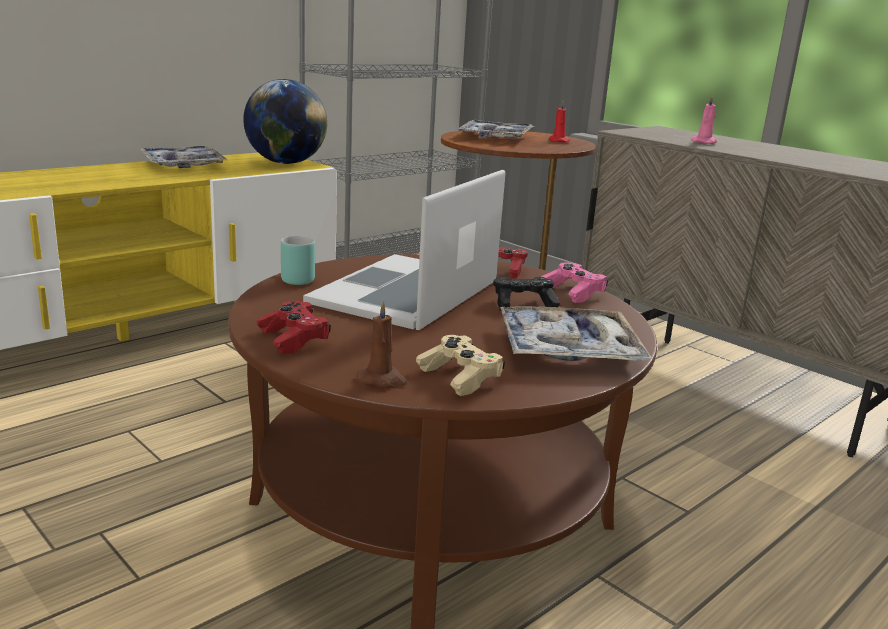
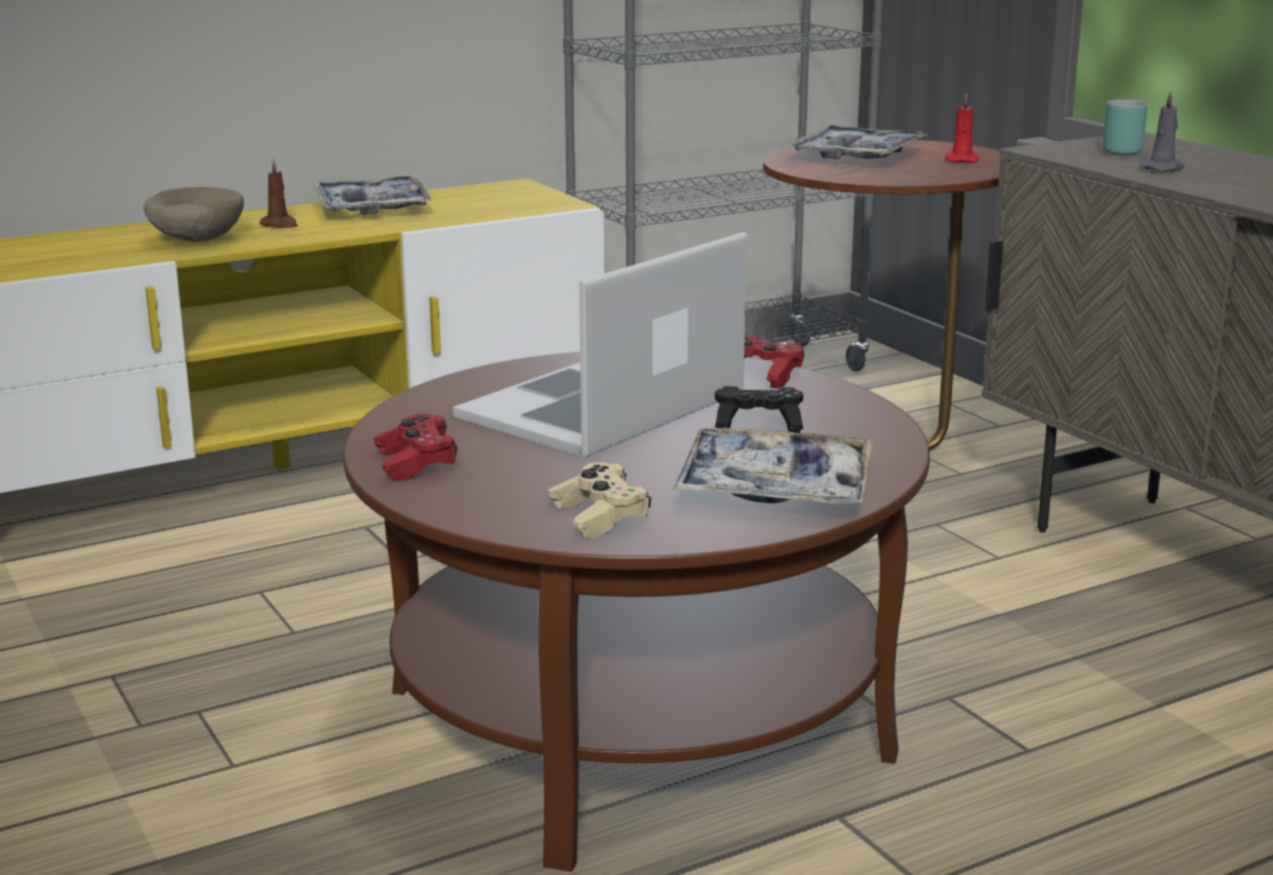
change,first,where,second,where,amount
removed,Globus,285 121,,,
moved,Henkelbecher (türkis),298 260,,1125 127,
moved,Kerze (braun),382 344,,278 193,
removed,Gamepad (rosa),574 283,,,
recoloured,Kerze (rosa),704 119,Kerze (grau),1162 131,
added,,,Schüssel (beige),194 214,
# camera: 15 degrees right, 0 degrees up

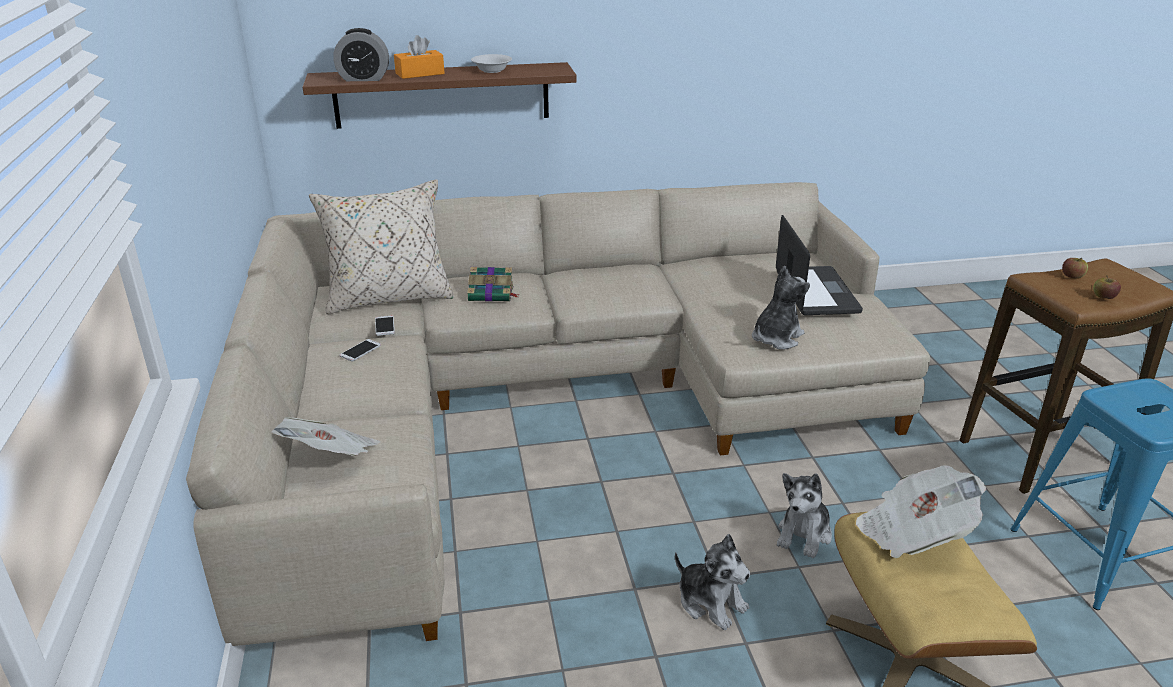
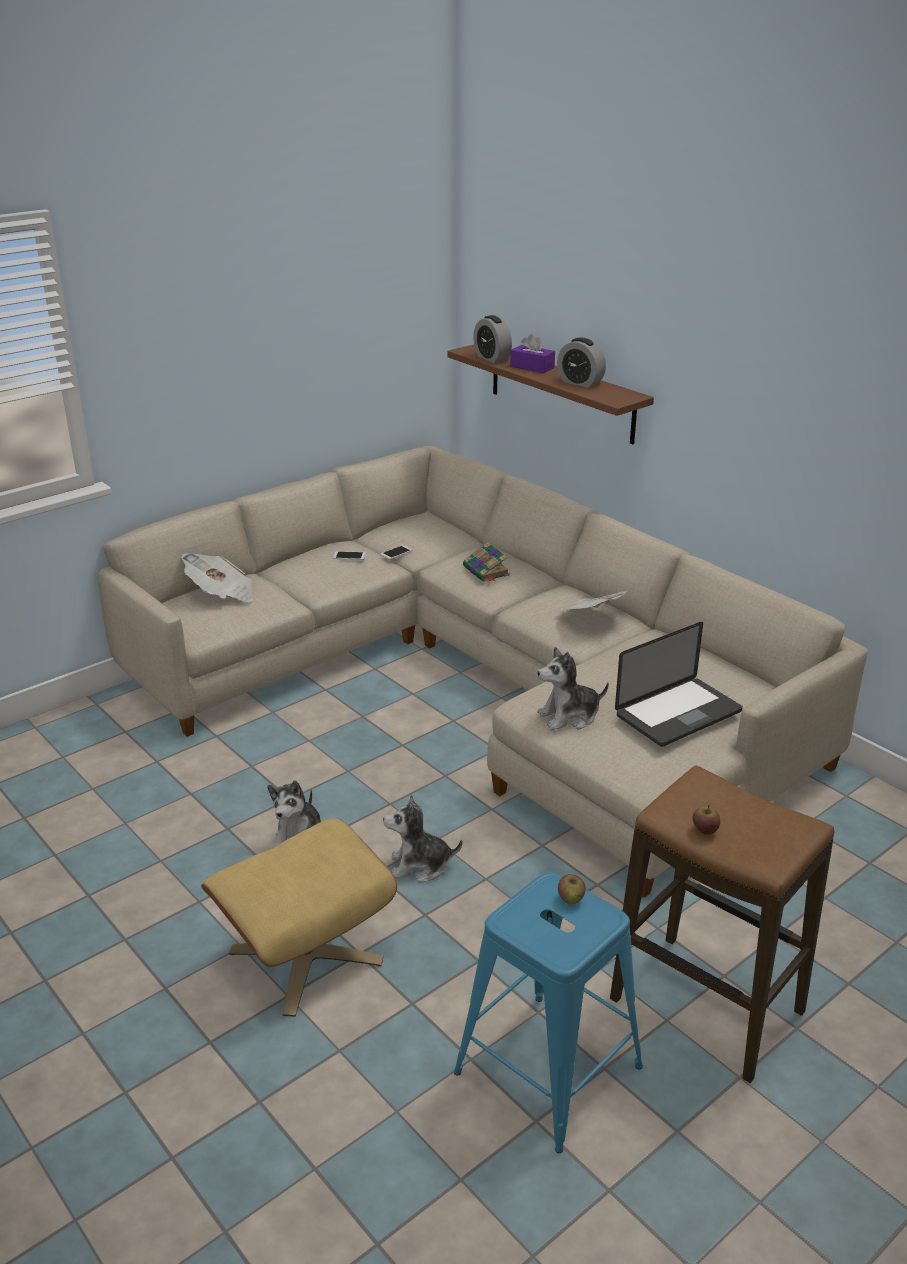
change,first,where,second,where,amount
removed,Kissen (beige),381 247,,,
recoloured,Taschentuchbox (orange),419 57,Taschentuchbox (lila),532 353,
replaced,Schüssel (weiß),491 63,Wecker,581 362,
turned,Plüschtier,781 307,,573 688,150 degrees clockwise
moved,Zeitung,921 511,,593 601,
moved,Apfel,1075 268,,572 889,
# camera: 60 degrees right, 0 degrees up

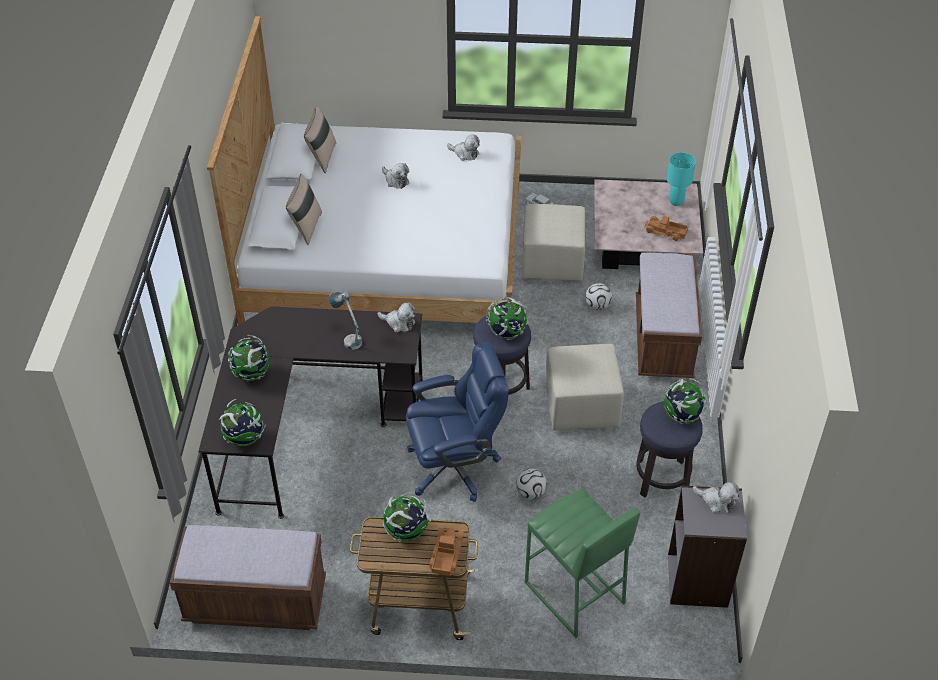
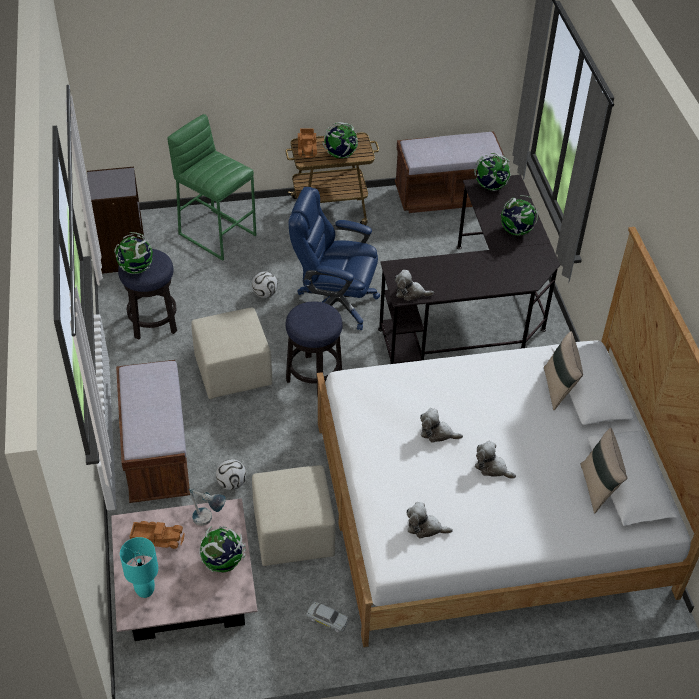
change,first,where,second,where,amount
moved,Tischlampe,345 321,,207 507,
turned,Bürostuhl (blau),457 422,,334 258,45 degrees clockwise
moved,Globus,507 318,,222 549,
moved,Plüschtier,716 497,,441 425,
# camera: 165 degrees right, 0 degrees up

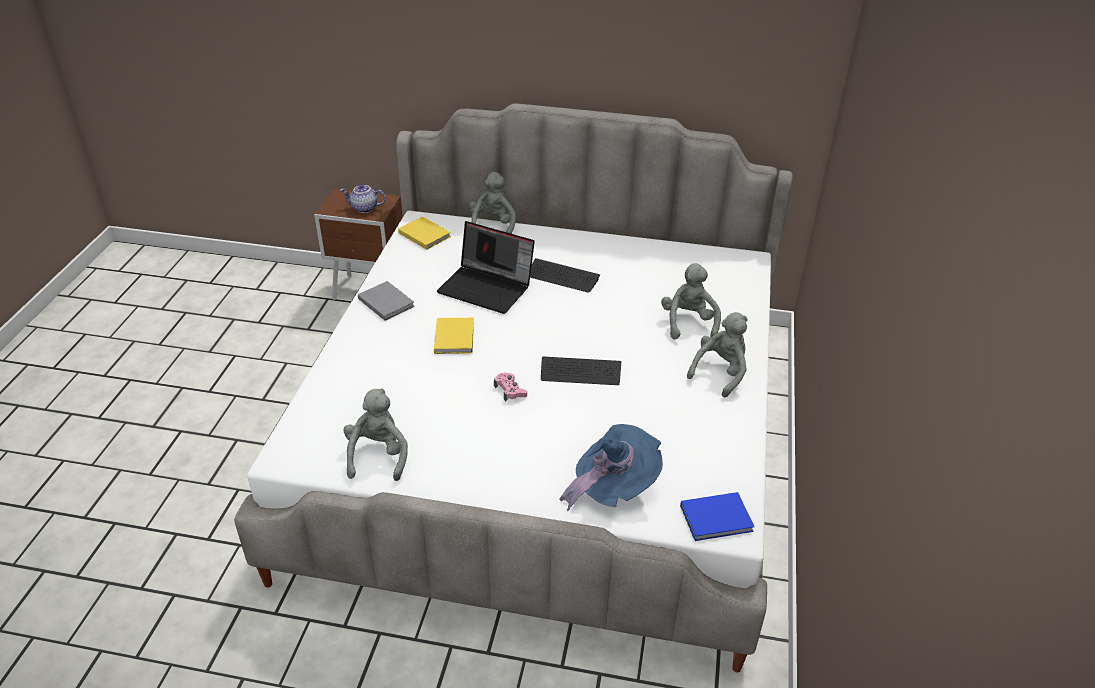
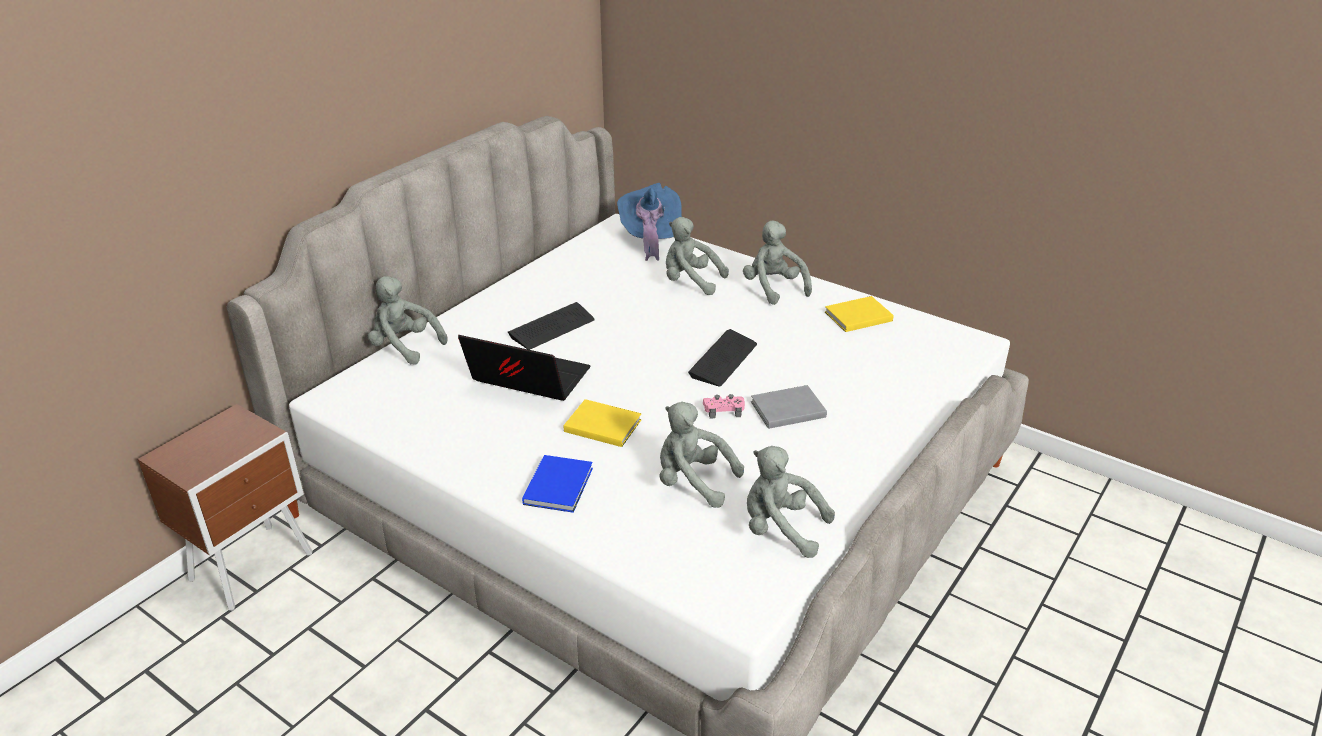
change,first,where,second,where,amount
removed,Teekanne,363 198,,,
moved,Buch (grau),386 301,,789 407,
moved,Buch (gelb),424 233,,859 314,
turned,Laptop,486 267,,524 368,120 degrees counterclockwise
moved,Hut (blau),611 467,,649 222,
moved,Buch (blau),717 516,,557 484,
added,,,Plüschtier (grau),701 455,
# camera: 65 degrees left, 5 degrees down

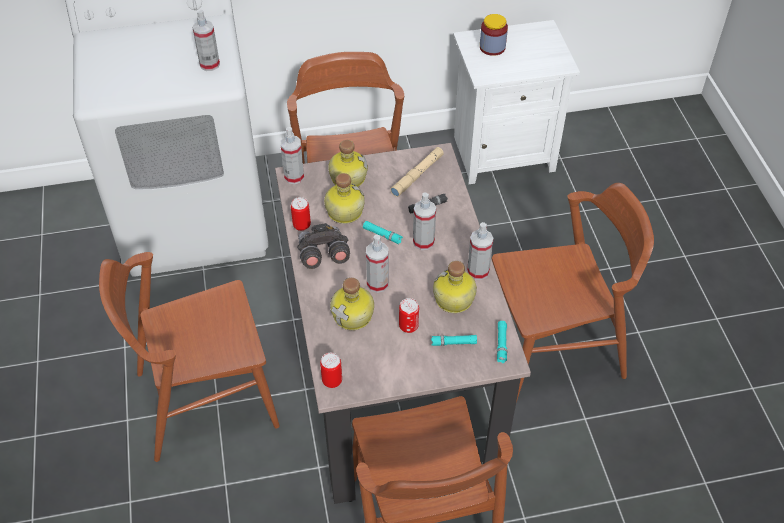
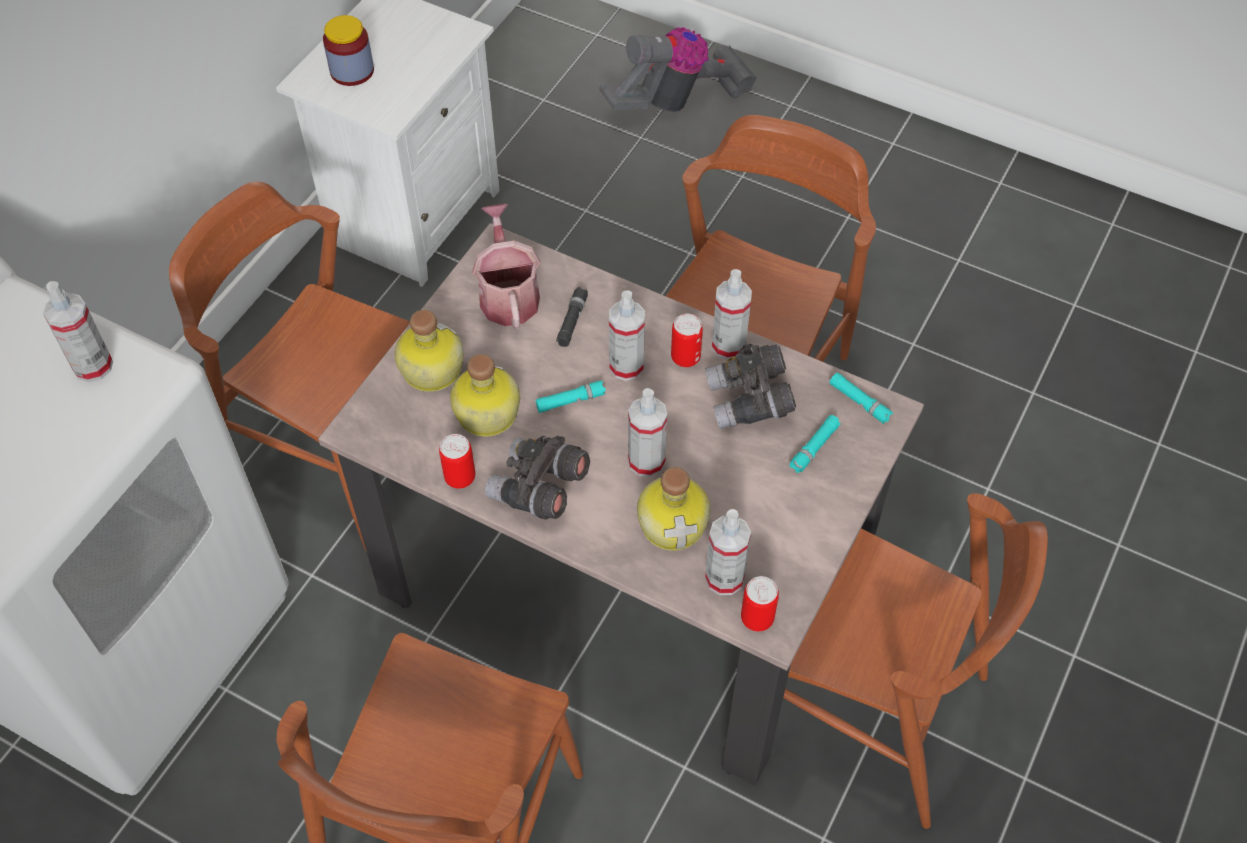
change,first,where,second,where,amount
moved,Sprühflasche,292 155,,728 552,
replaced,Taschenlampe (beige),417 172,Gießkanne,506 266,
moved,Dose,409 315,,687 340,
replaced,Flasche,455 287,Fernglas (grau),750 386,
added,,,Staubsauger,677 69,
# camera: 50 degrees left, 5 degrees up

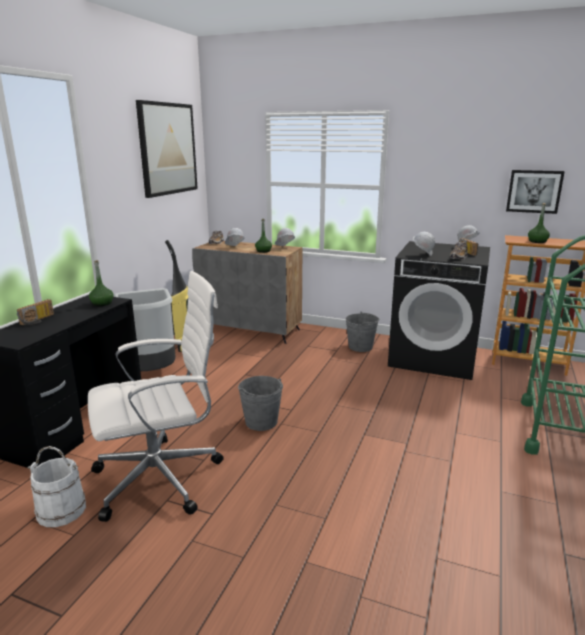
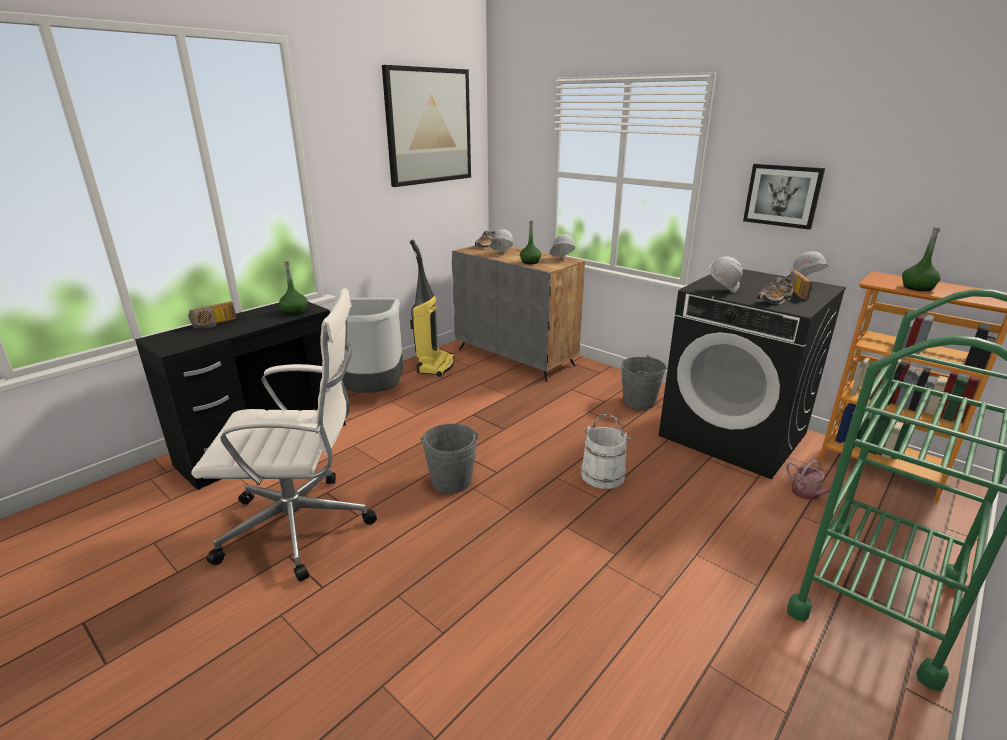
change,first,where,second,where,amount
moved,Eimer (weiß),57 486,,606 451,
moved,Bild,535 192,,784 197,
added,,,Gießkanne,815 480,
# camera: 20 degrees right, 5 degrees up

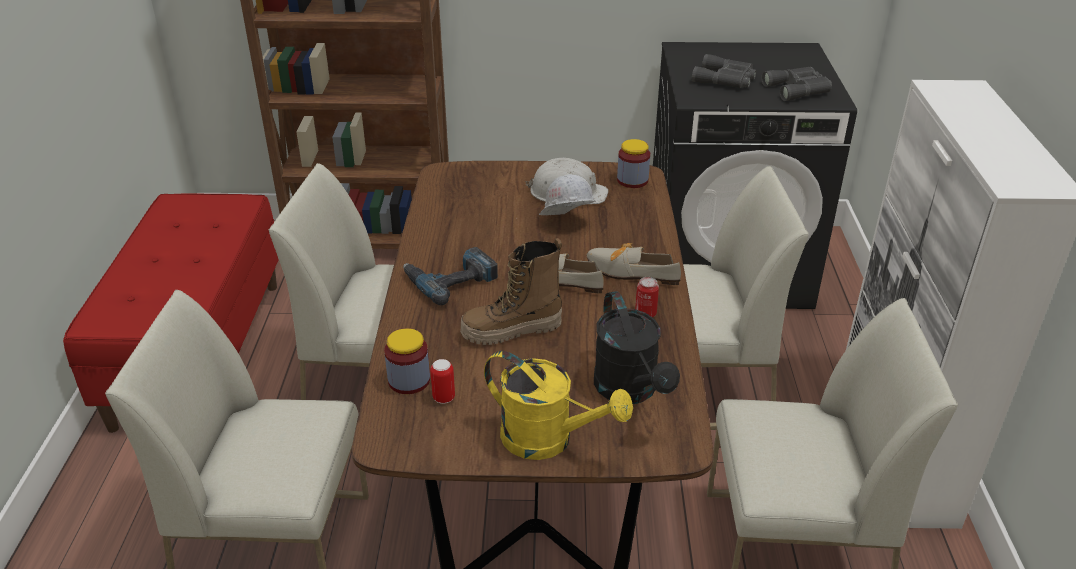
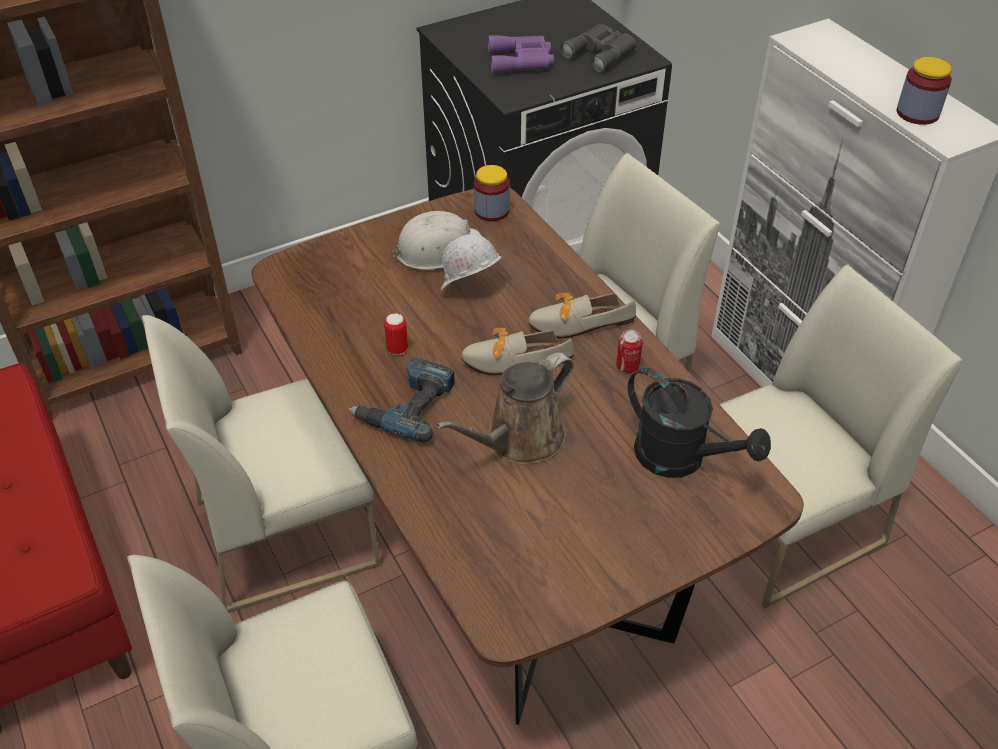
change,first,where,second,where,amount
moved,Vorratsglas,407 361,,924 91,
moved,Dose,442 381,,396 334,
replaced,Stiefel,511 291,Gießkanne (braun),505 408,
removed,Gießkanne (gelb),558 405,,,
recoloured,Fernglas (grau),724 71,Fernglas (lila),521 54,
# camera: 30 degrees left, 10 degrees up

